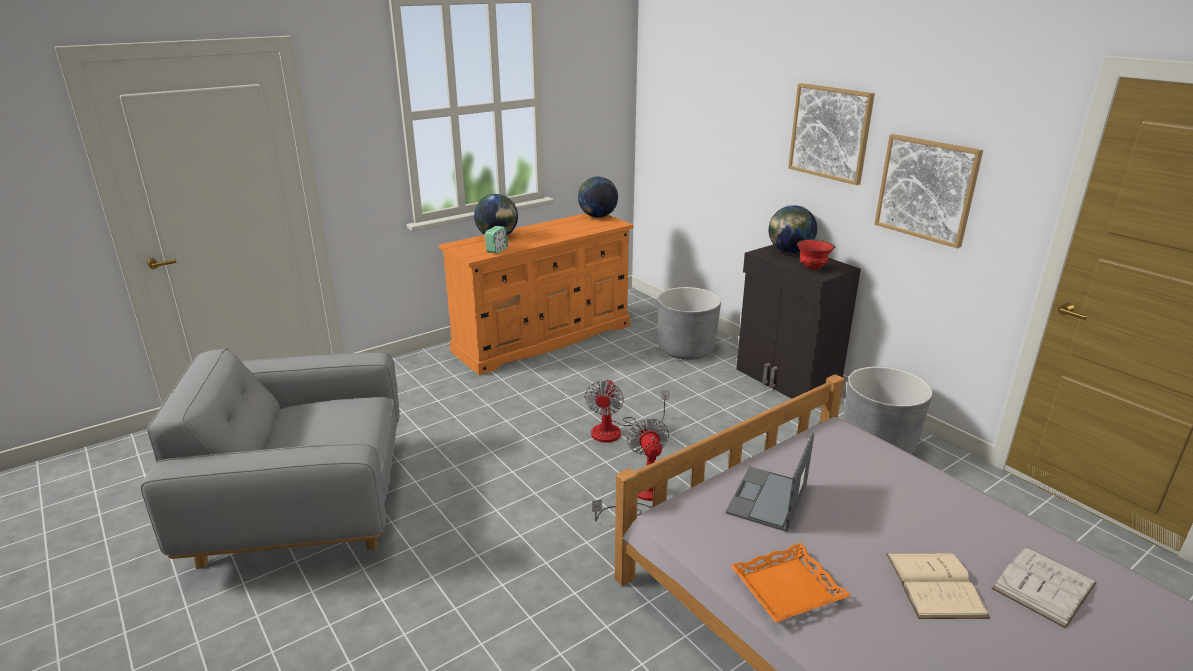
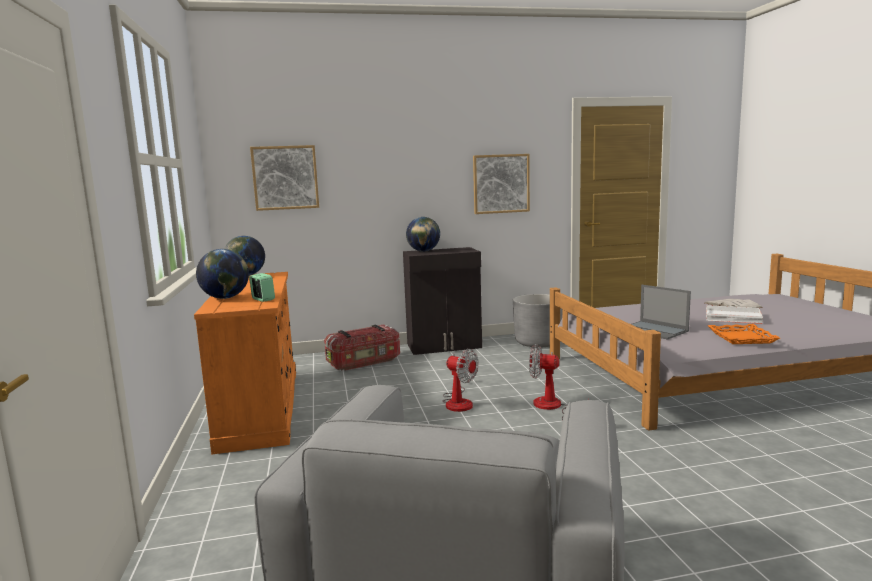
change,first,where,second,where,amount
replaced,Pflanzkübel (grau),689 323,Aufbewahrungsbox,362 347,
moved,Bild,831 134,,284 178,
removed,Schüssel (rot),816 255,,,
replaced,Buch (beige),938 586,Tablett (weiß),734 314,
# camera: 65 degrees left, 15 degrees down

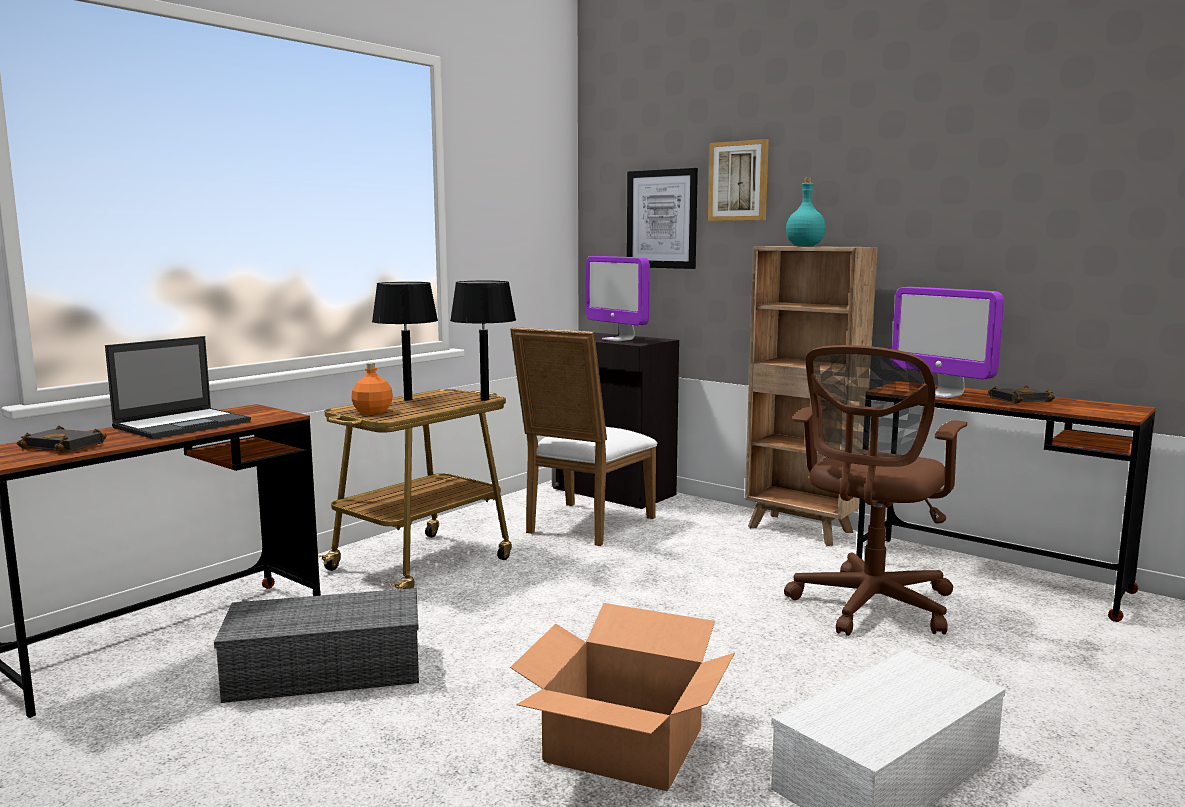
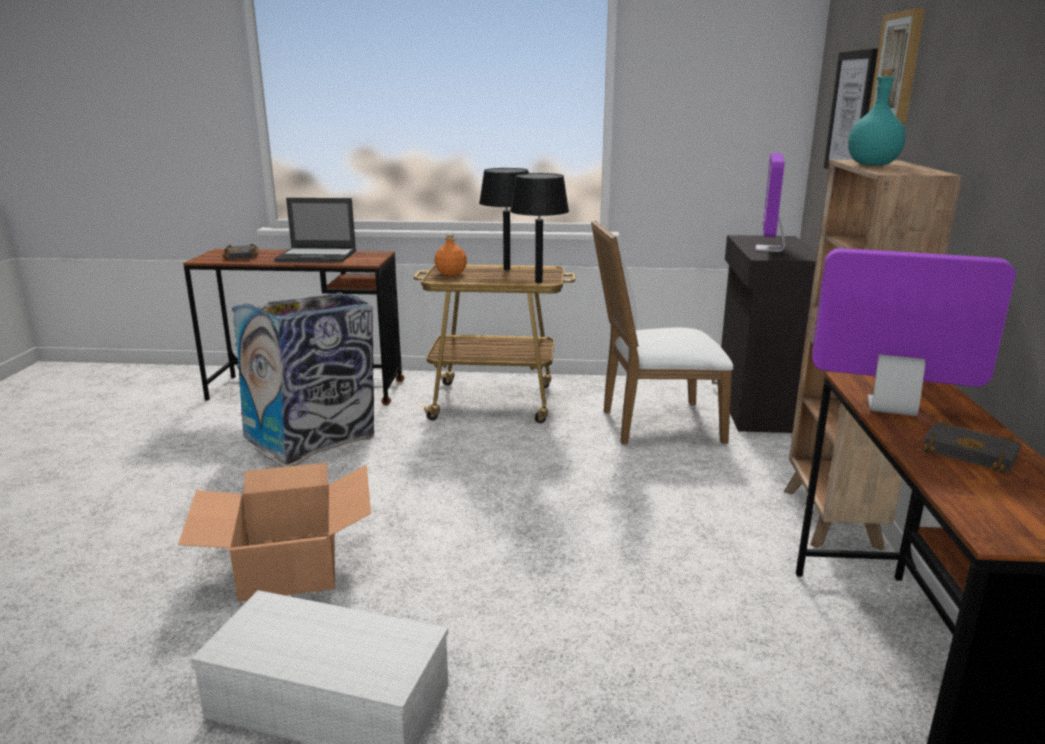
change,first,where,second,where,amount
replaced,Aufbewahrungsbox (grau),316 645,Mülleimer,303 379,
removed,Bürostuhl (braun),875 490,,,
turned,Monitor,948 342,,914 332,90 degrees clockwise
# camera: 55 degrees right, 10 degrees up

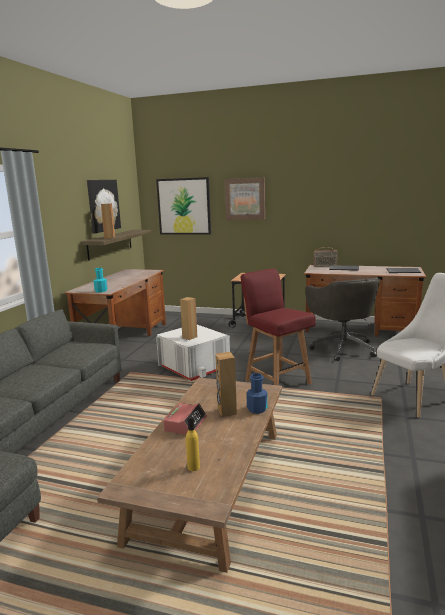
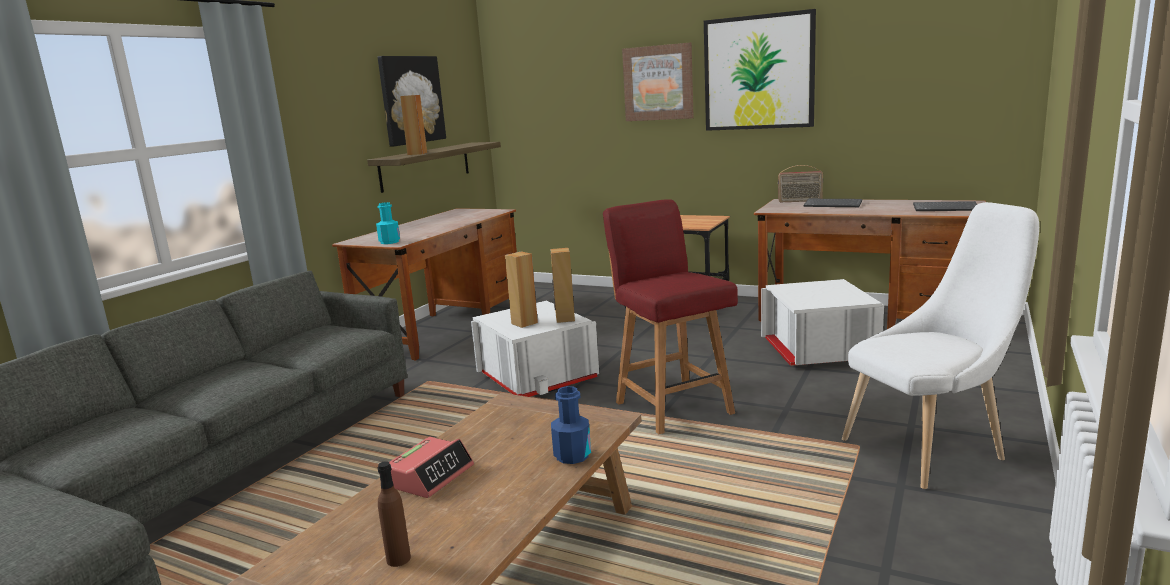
change,first,where,second,where,amount
moved,Bild,183 206,,760 70,
recoloured,Flasche (gelb),193 443,Flasche (braun),394 514,
moved,Lautsprecher (braun),226 384,,562 285,
replaced,Bürostuhl (grau),342 319,Aufbewahrungsbox (weiß),822 322,
# camera: 10 degrees right, 0 degrees up

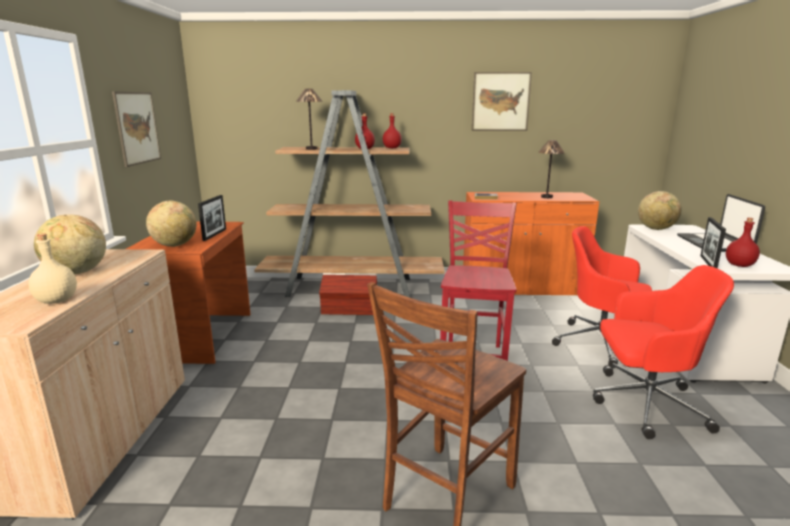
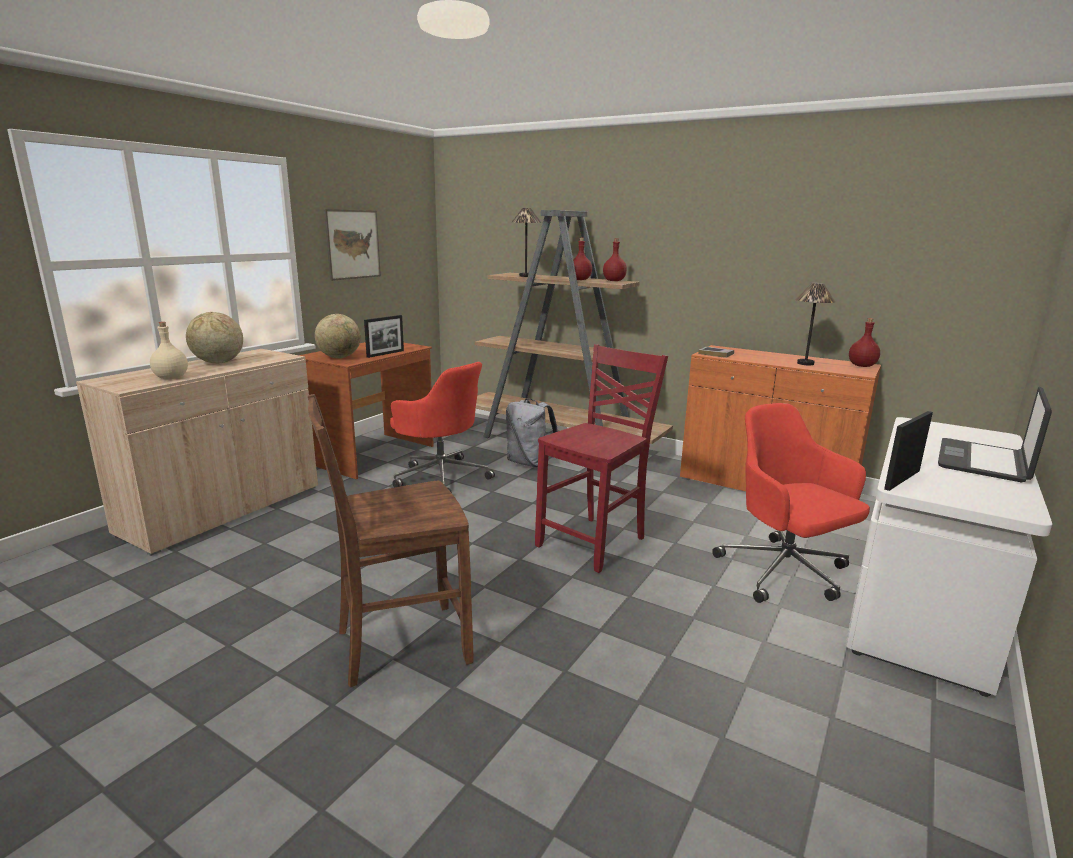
change,first,where,second,where,amount
replaced,Aufbewahrungsbox (braun),348 295,Rucksack (grau),532 433,
removed,Bild,502 101,,,
moved,Bürostuhl (rot),663 352,,442 427,
removed,Globus,660 210,,,
moved,Flasche (rot),743 242,,864 342,
# camera: 30 degrees right, 0 degrees up

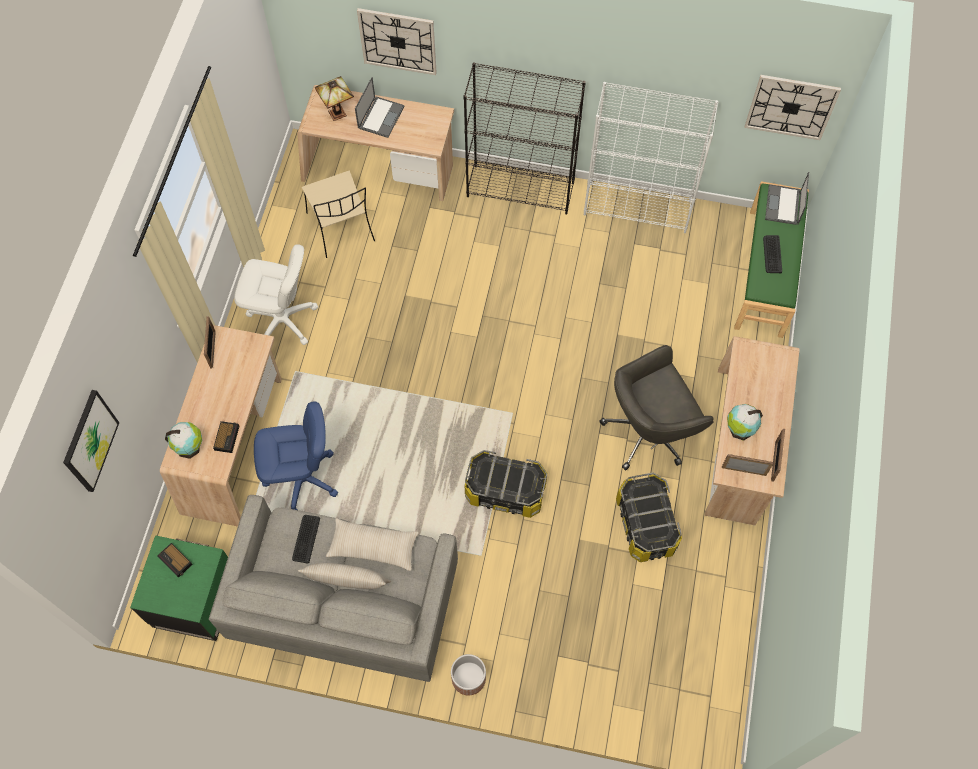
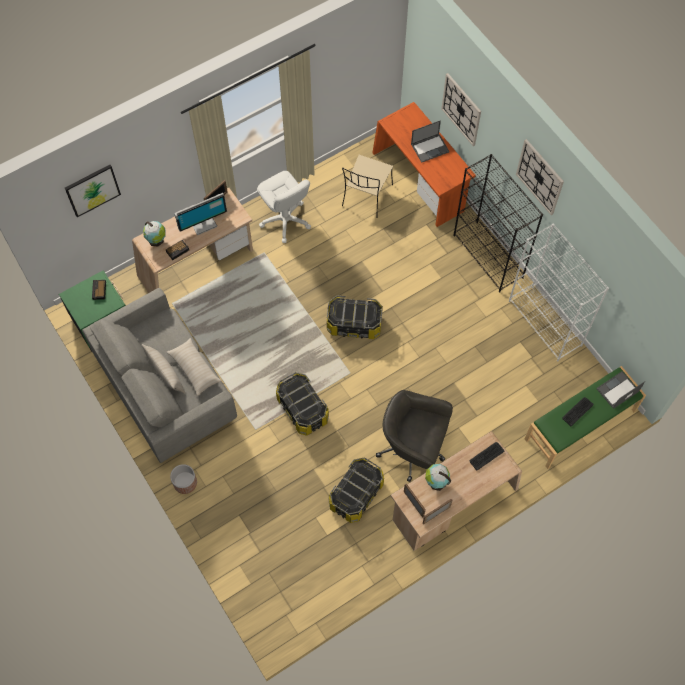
change,first,where,second,where,amount
removed,Bürostuhl (blau),296 455,,,
moved,Tastatur,306 539,,487 456,
recoloured,Schreibtisch (beige),375 143,Schreibtisch (orange),424 164,
removed,Tischlampe,334 98,,,
moved,Wanduhr,792 107,,540 177,
added,,,Monitor,200 214,
added,,,Aufbewahrungsbox,355 317,
# camera: 45 degrees right, 0 degrees up

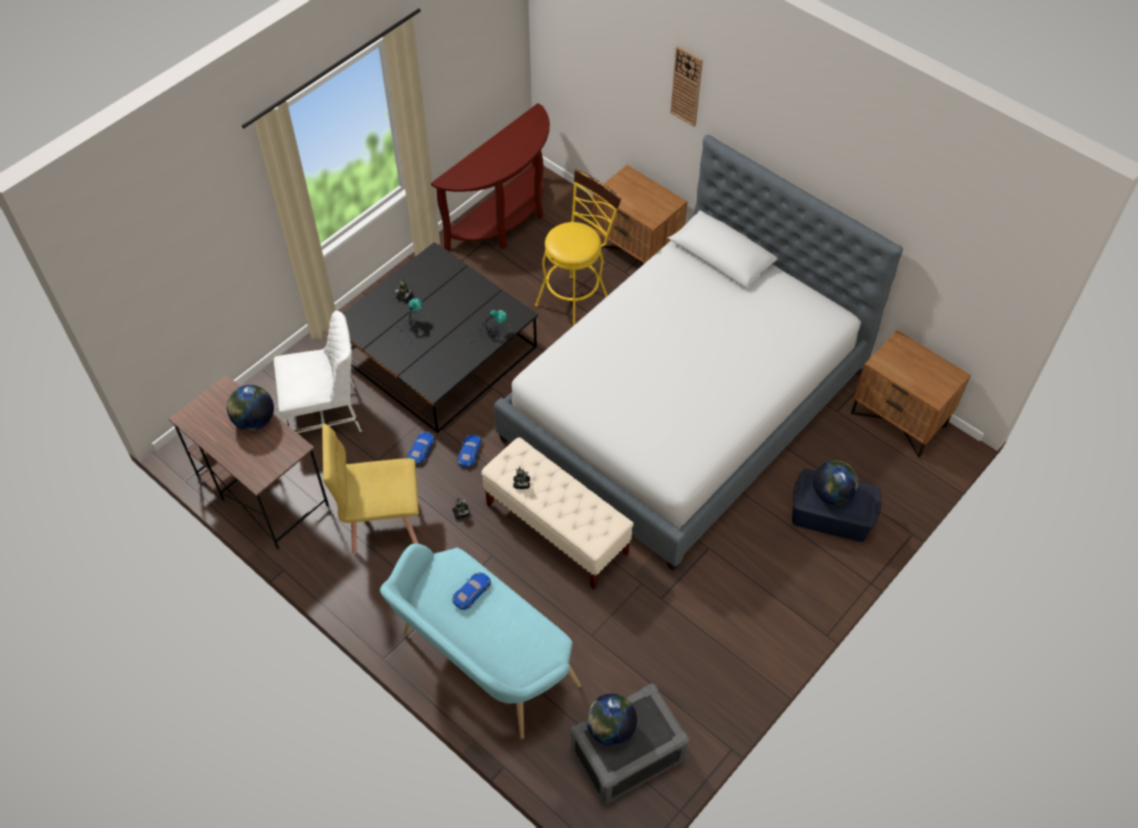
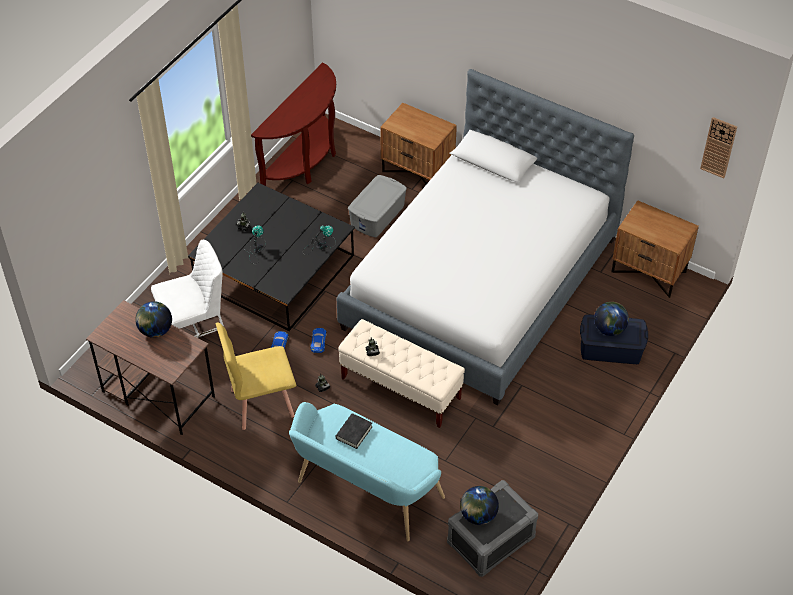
change,first,where,second,where,amount
replaced,Spielzeugauto (blau),471 591,Buch (schwarz),354 431,
replaced,Hocker (gelb),578 247,Aufbewahrungsbox (grau),377 206,
moved,Wanduhr,686 86,,718 147,
# camera: 10 degrees left, 5 degrees down

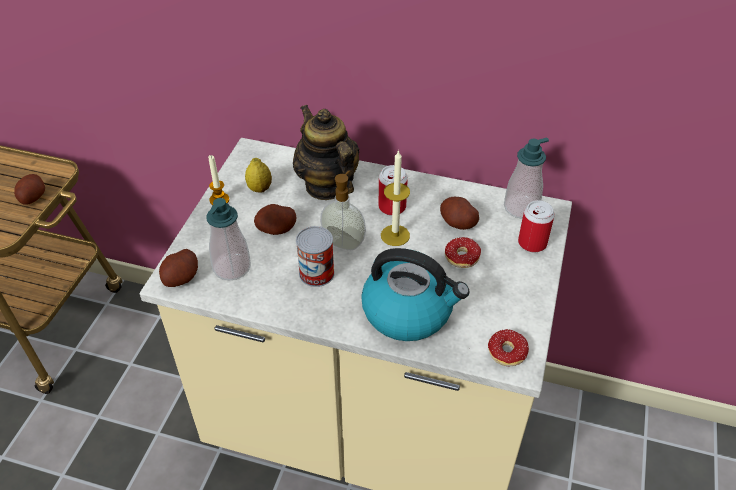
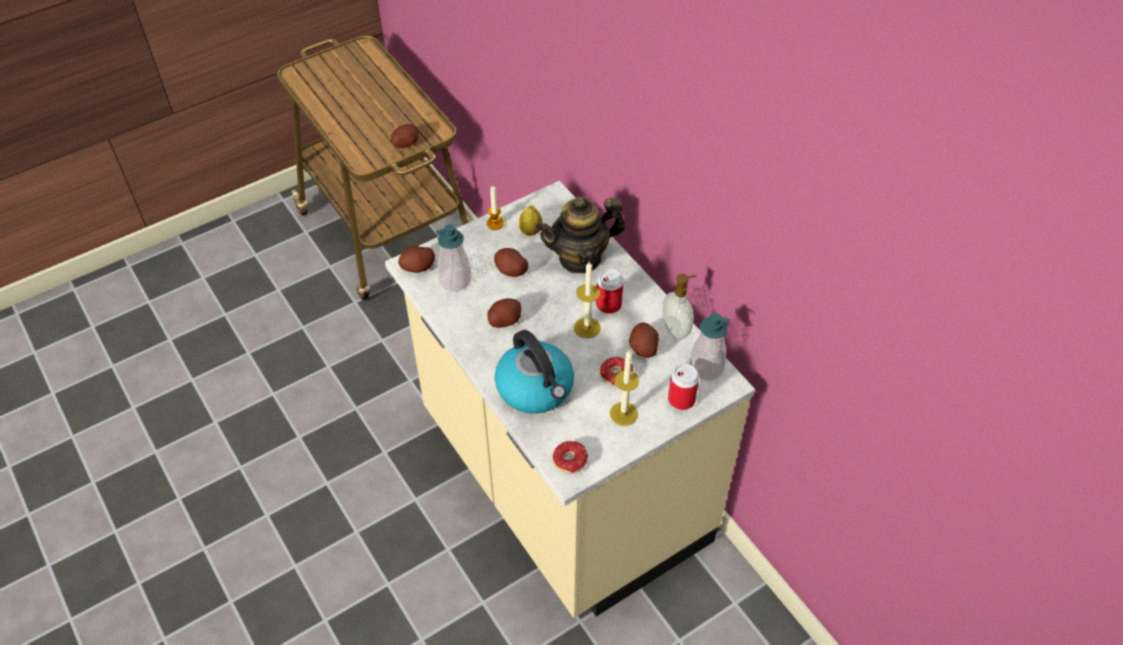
change,first,where,second,where,amount
turned,Teekanne,326 152,,580 234,120 degrees counterclockwise
replaced,Dose,315 256,Kartoffel,504 313,
moved,Seifenspender,343 210,,679 306,
added,,,Kerze,624 388,
# camera: 40 degrees right, 5 degrees up

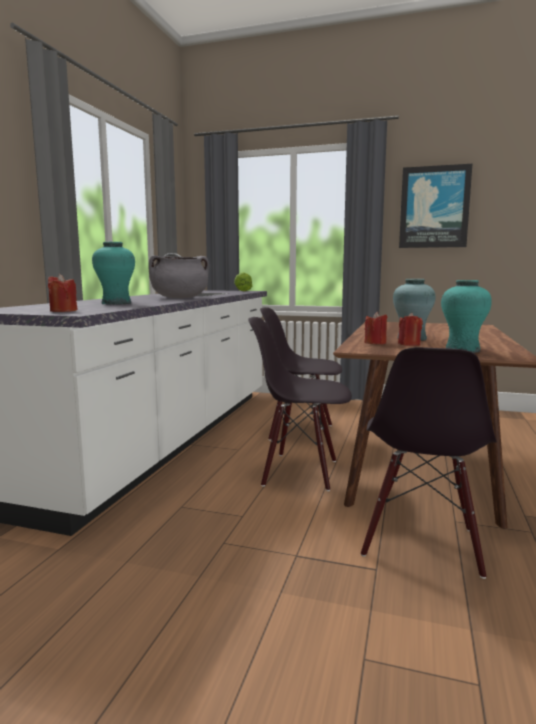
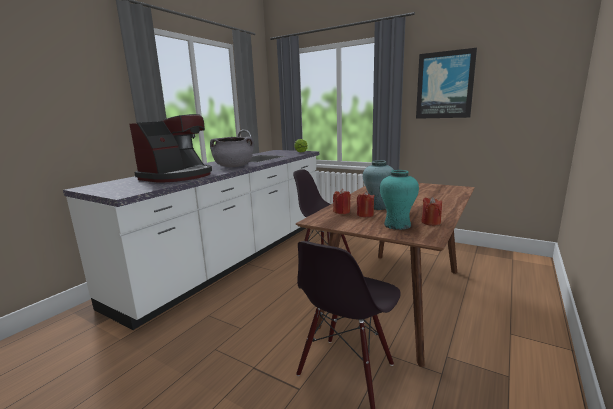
change,first,where,second,where,amount
moved,Kerze (rot),63 293,,431 211,
replaced,Vase (türkis),113 273,Kaffeemaschine,170 148,
removed,Stuhl (schwarz),300 404,,,
# camera: 15 degrees right, 5 degrees up

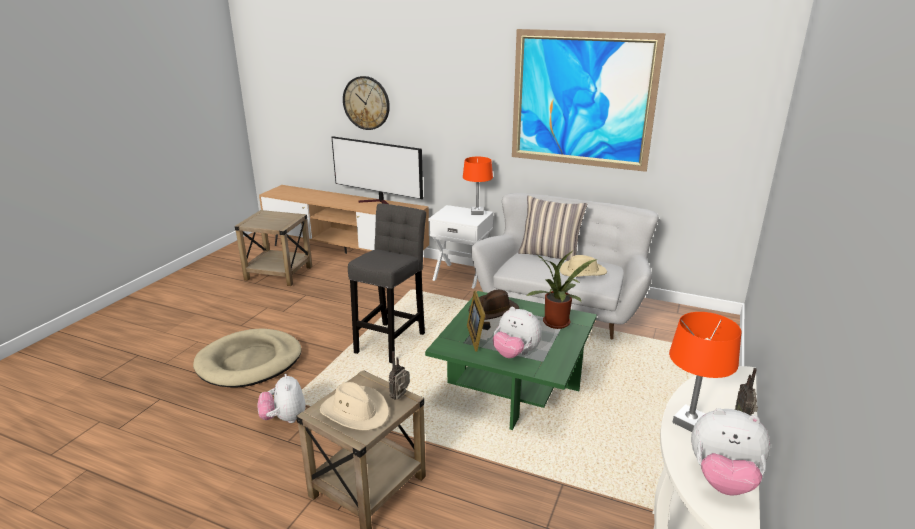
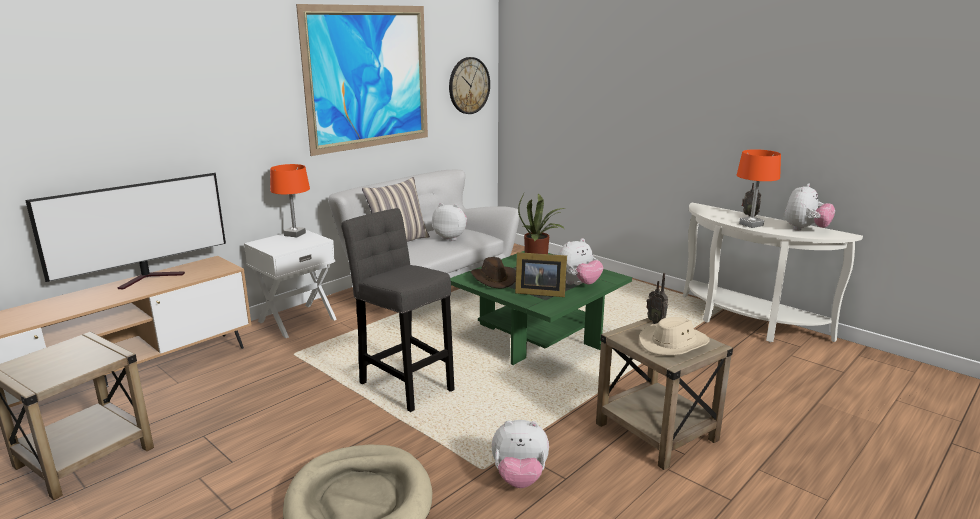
change,first,where,second,where,amount
moved,Wanduhr,366 103,,469 85,
replaced,Hut (beige),583 266,Plüschtier,449 222,
# camera: 70 degrees left, 5 degrees down

